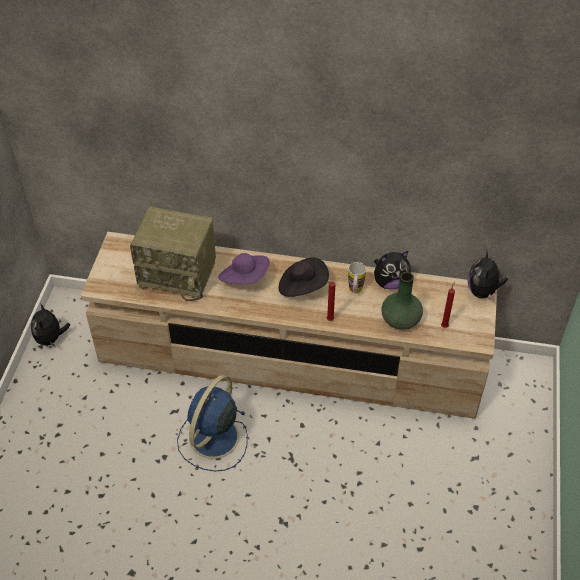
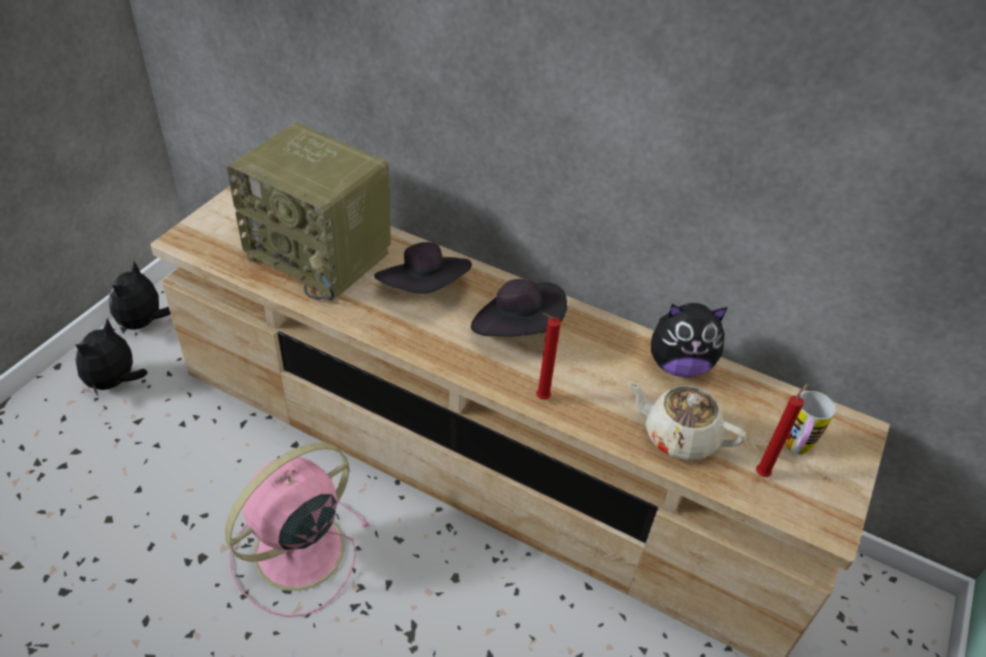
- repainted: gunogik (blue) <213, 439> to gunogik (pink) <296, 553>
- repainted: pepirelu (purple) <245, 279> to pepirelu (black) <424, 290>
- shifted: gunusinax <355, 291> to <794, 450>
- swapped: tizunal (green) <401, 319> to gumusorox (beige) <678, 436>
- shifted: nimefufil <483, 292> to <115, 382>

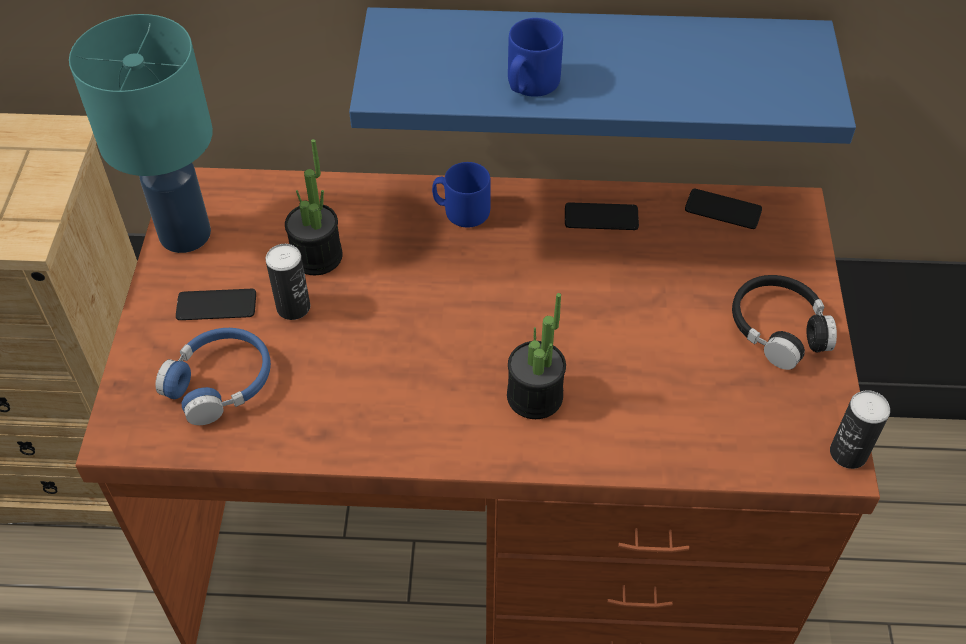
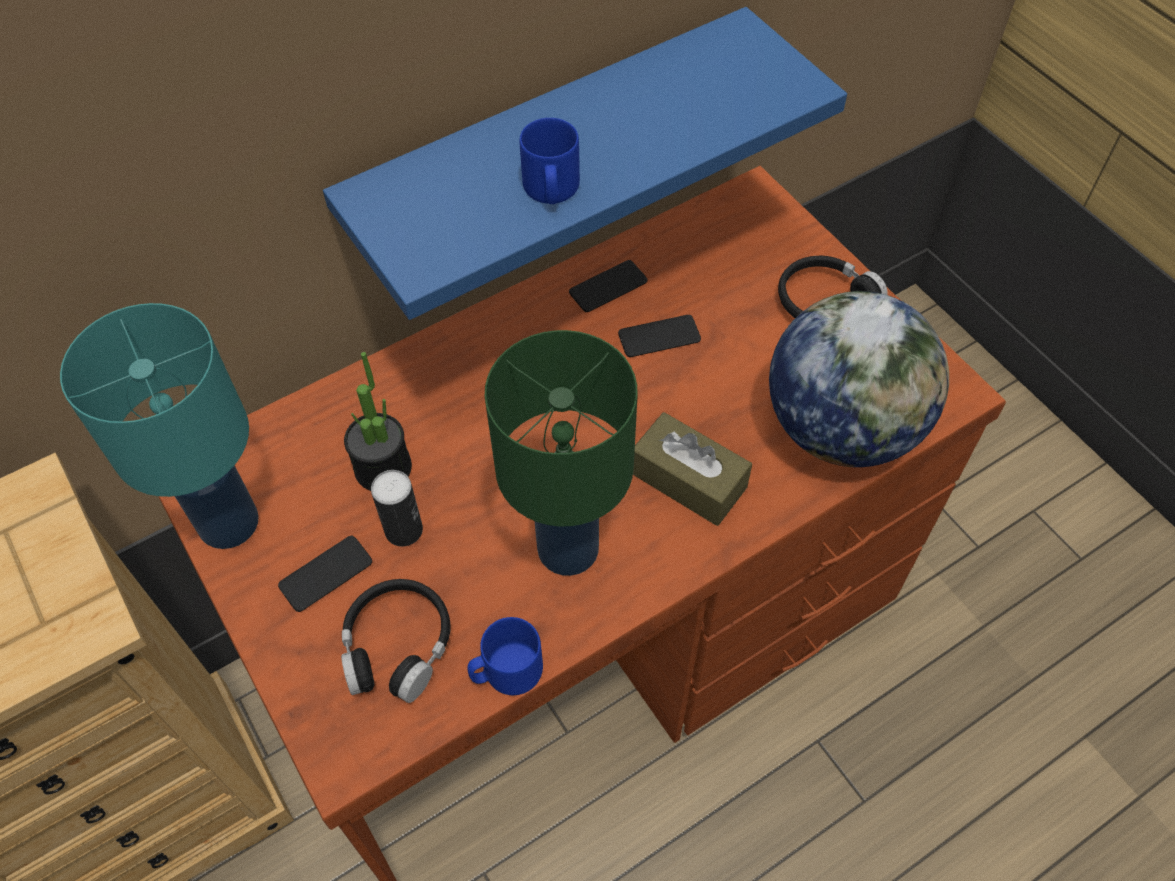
- repainted: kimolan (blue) <220, 383> to kimolan (black) <397, 646>
- shifted: gunusinax (blue) <461, 211> to <506, 672>
- swapped: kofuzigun <534, 396> to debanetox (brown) <688, 480>
- shifted: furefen <723, 210> to <659, 337>
- gone: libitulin <848, 453>
- new: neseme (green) <568, 550>
- new: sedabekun <841, 428>

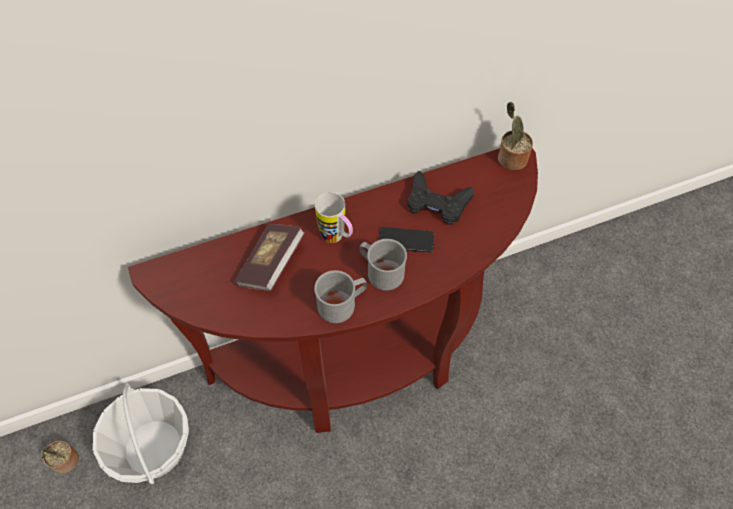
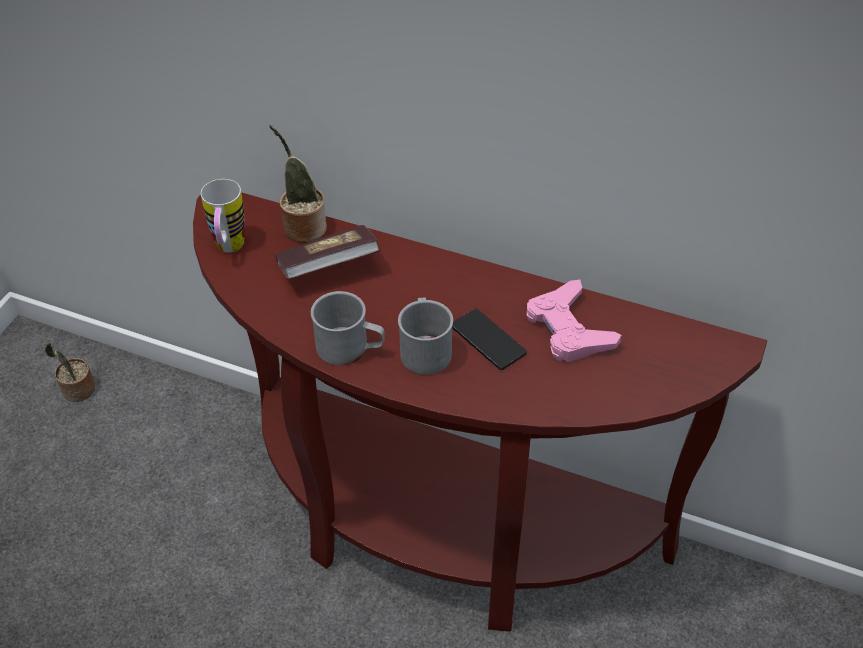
- gone: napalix <154, 448>
- shifted: gunusinax <337, 239> to <229, 250>
- repainted: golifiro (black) <437, 203> to golifiro (pink) <568, 329>
- shifted: kofuzigun <510, 159> to <302, 227>

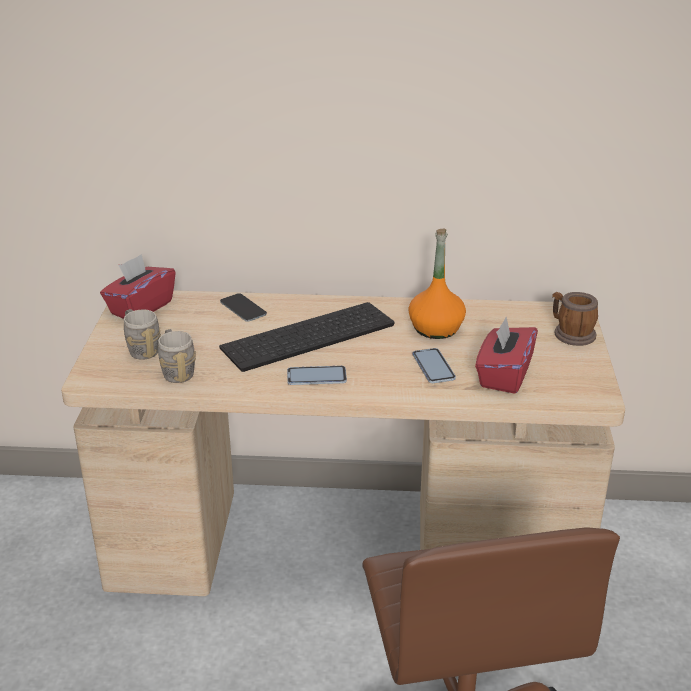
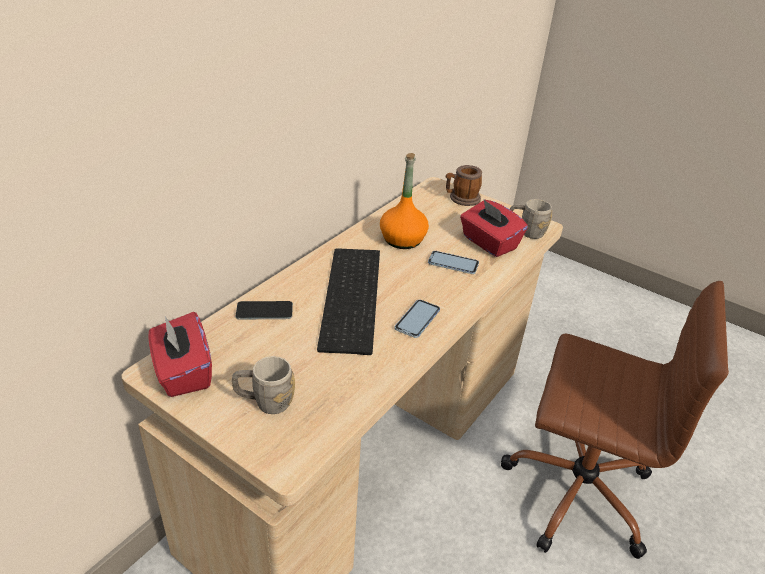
- shifted: gunusinax (grey) <176, 371> to <526, 232>

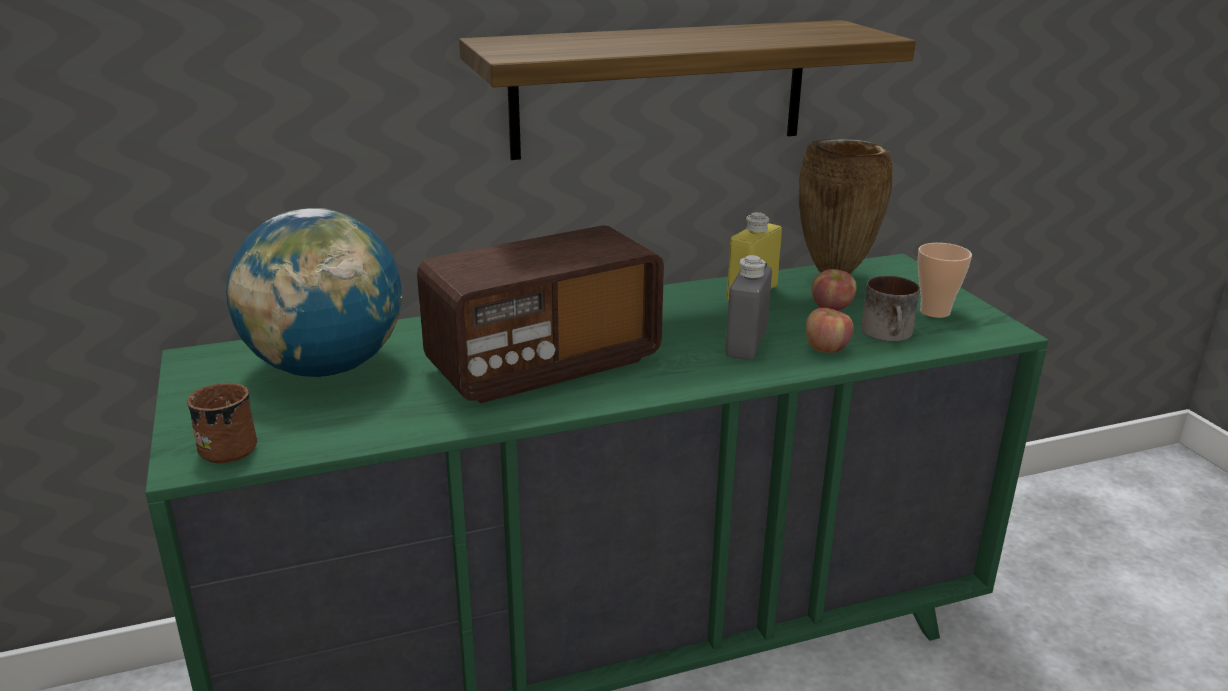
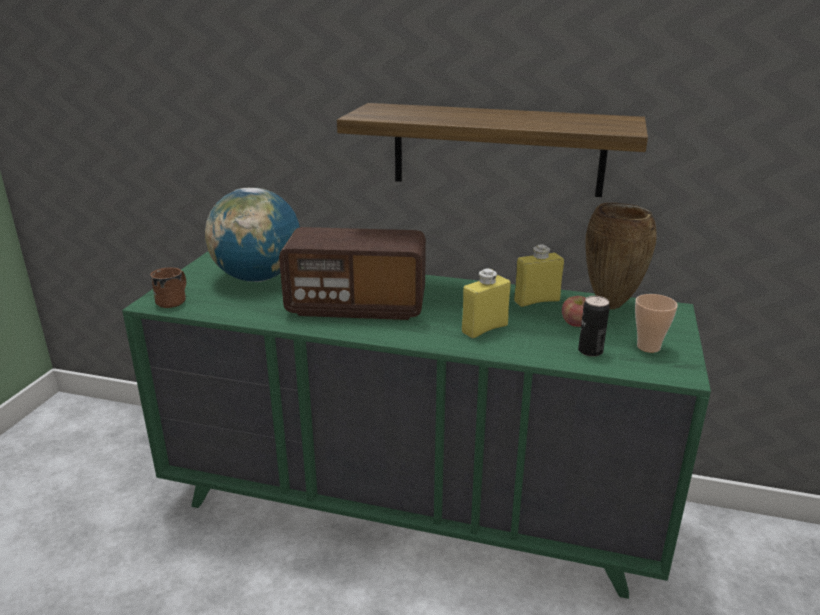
- repainted: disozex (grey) <746, 344> to disozex (yellow) <484, 329>
- gone: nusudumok <826, 349>
- swapped: gunusinax <890, 334> to libitulin <590, 351>

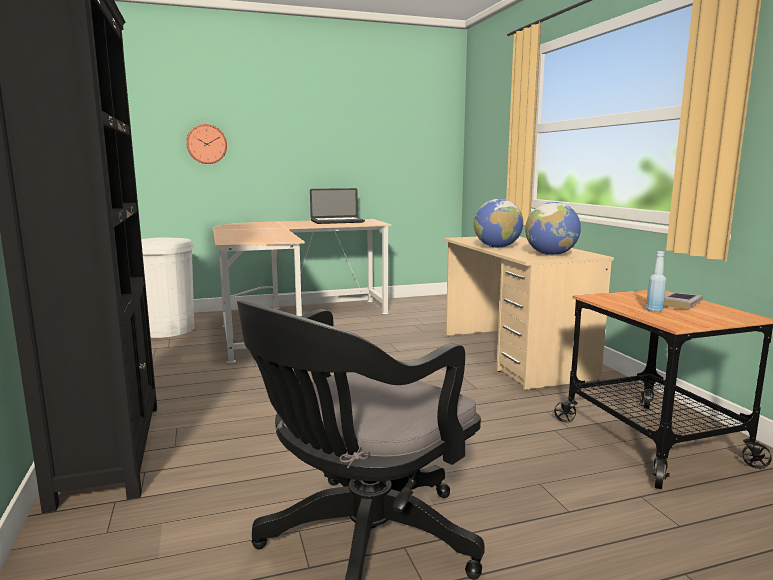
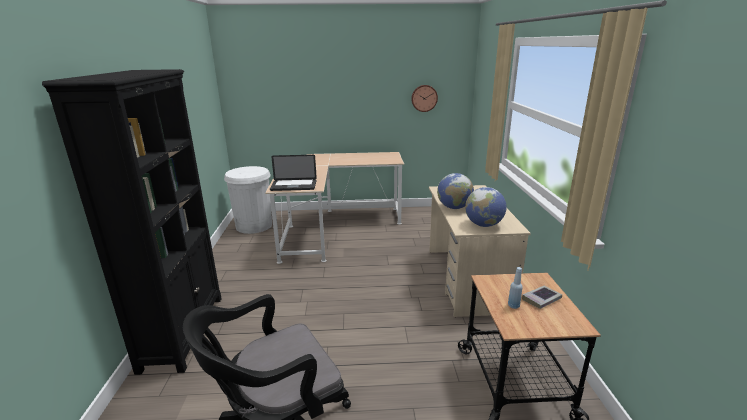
- shifted: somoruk <206, 144> to <424, 98>
- shifted: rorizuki <337, 222> to <294, 186>

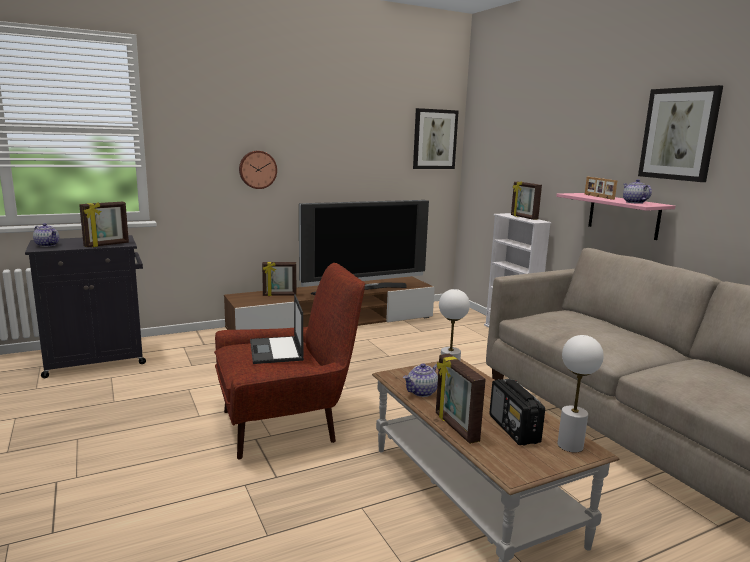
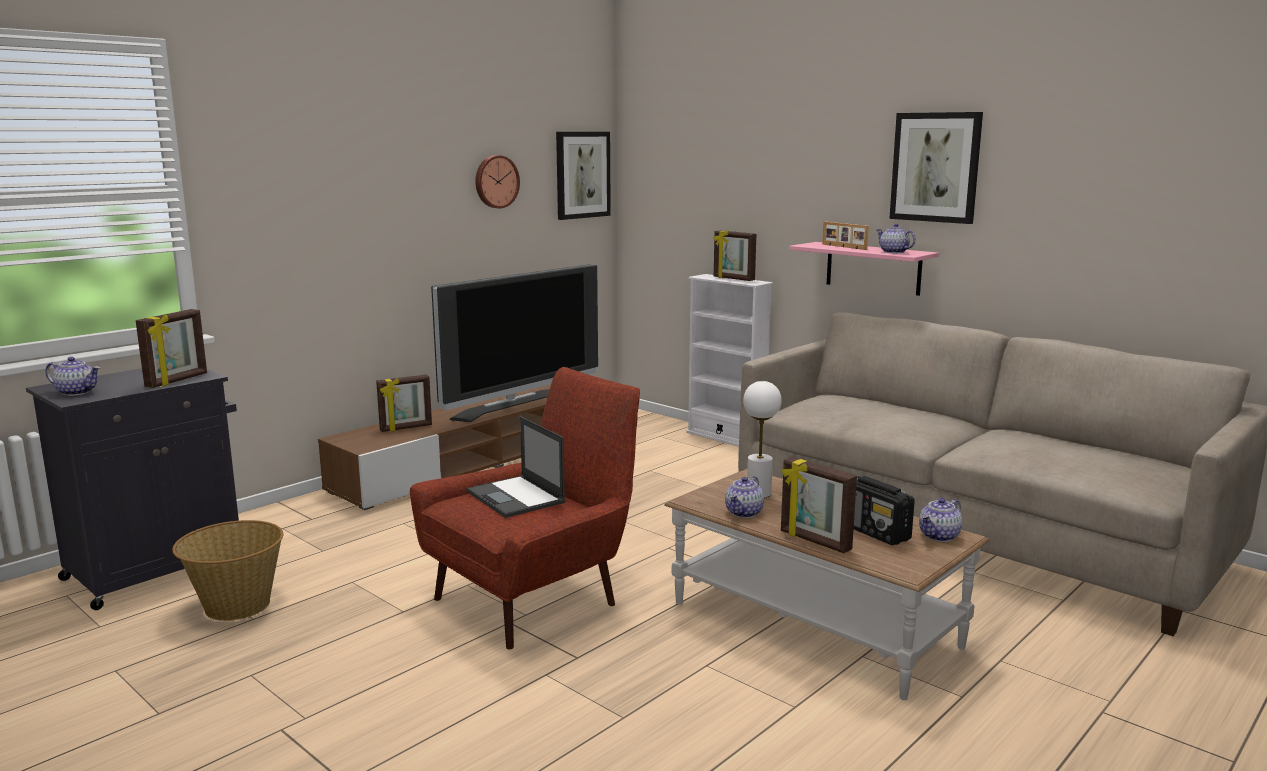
- shifted: somoruk <257, 169> to <495, 181>
- swapped: neseme (white) <570, 446> to gumusorox <939, 536>
- new: napalix <236, 606>

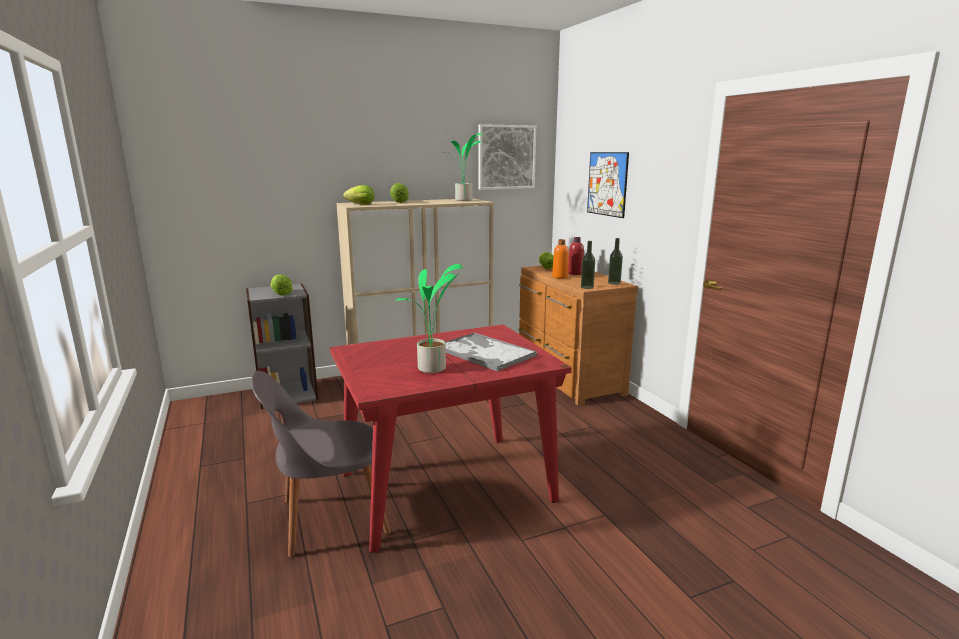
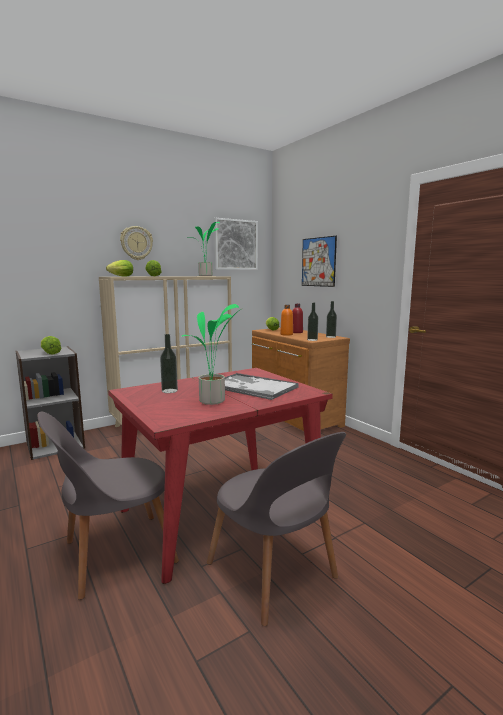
- new: somoruk <136, 243>
- new: disozex <169, 391>
- new: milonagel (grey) <274, 574>

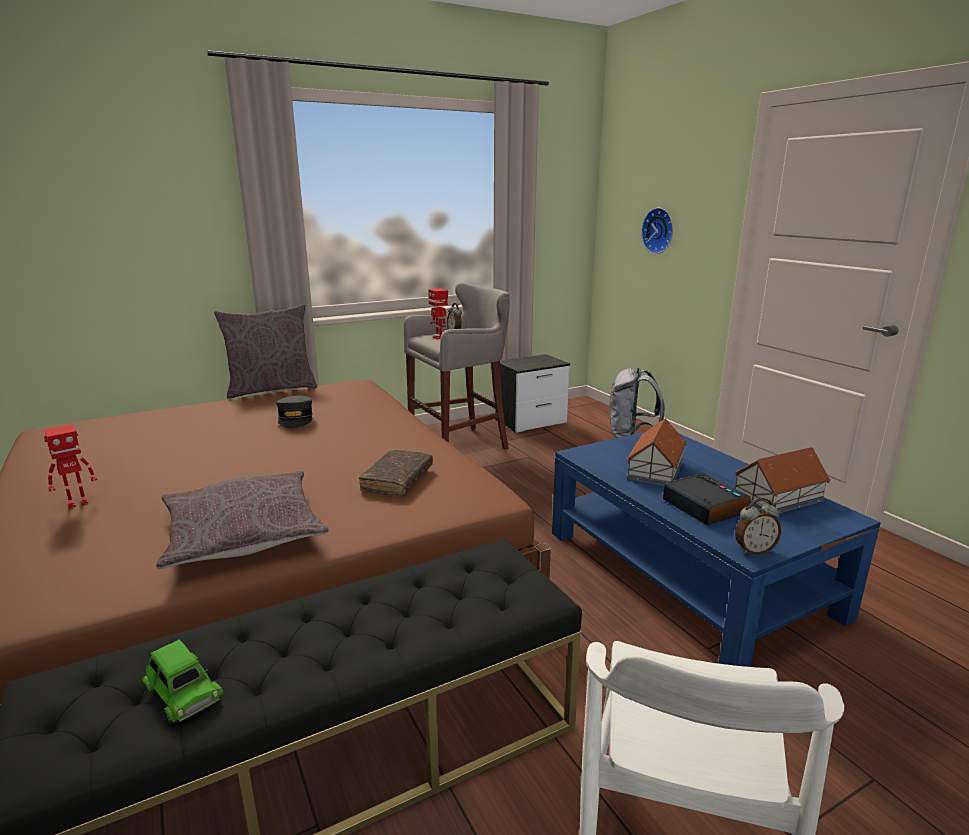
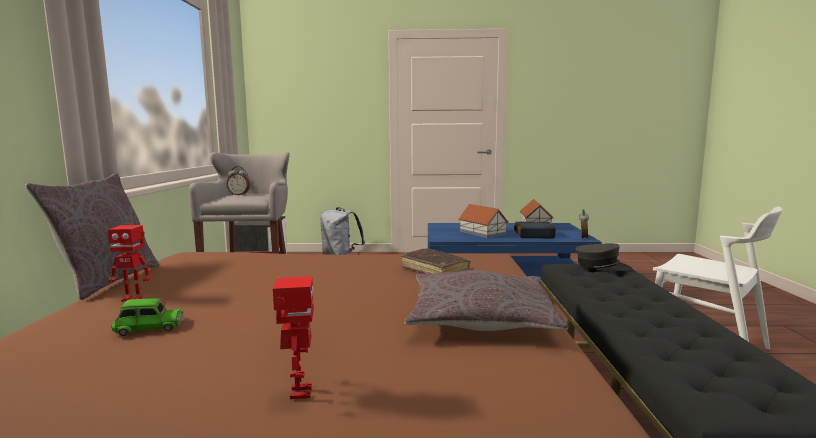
- shifted: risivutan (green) <182, 691> to <148, 327>
- shifted: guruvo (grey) <295, 419> to <601, 266>
- shifted: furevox <439, 338> to <133, 299>
- gone: somoruk <659, 230>

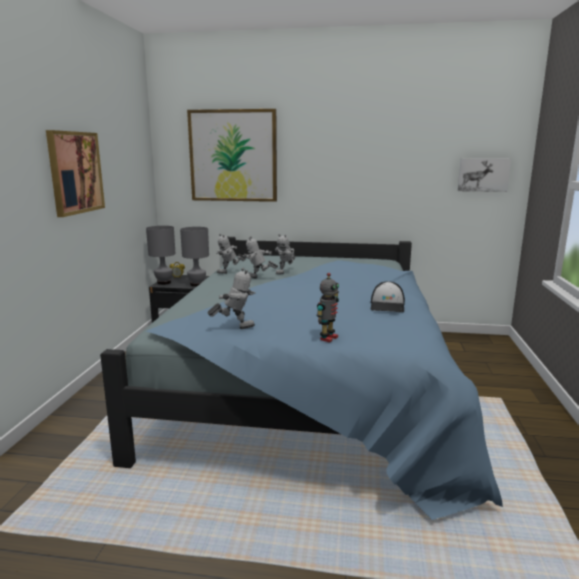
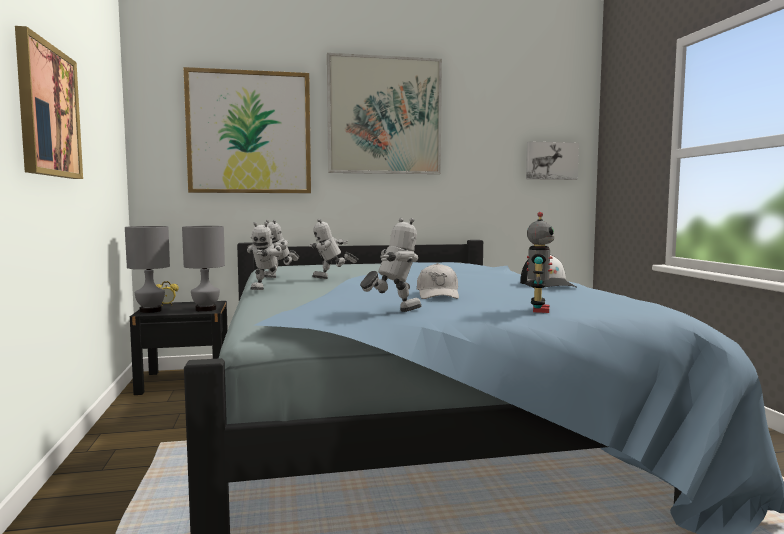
- shifted: furevox <286, 273> to <266, 289>
- new: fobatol <384, 116>
- new: guruvo (white) <438, 295>

